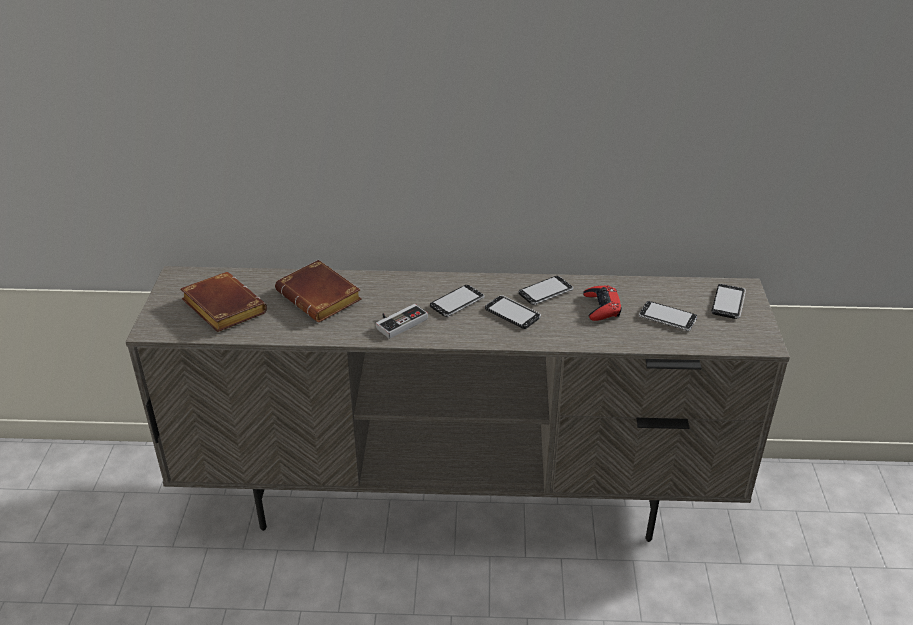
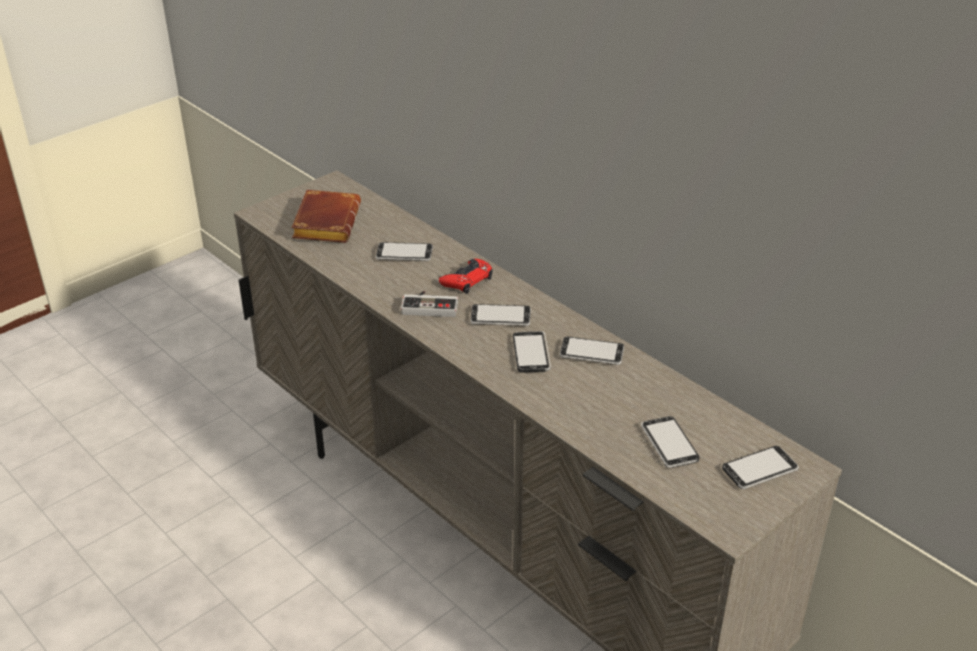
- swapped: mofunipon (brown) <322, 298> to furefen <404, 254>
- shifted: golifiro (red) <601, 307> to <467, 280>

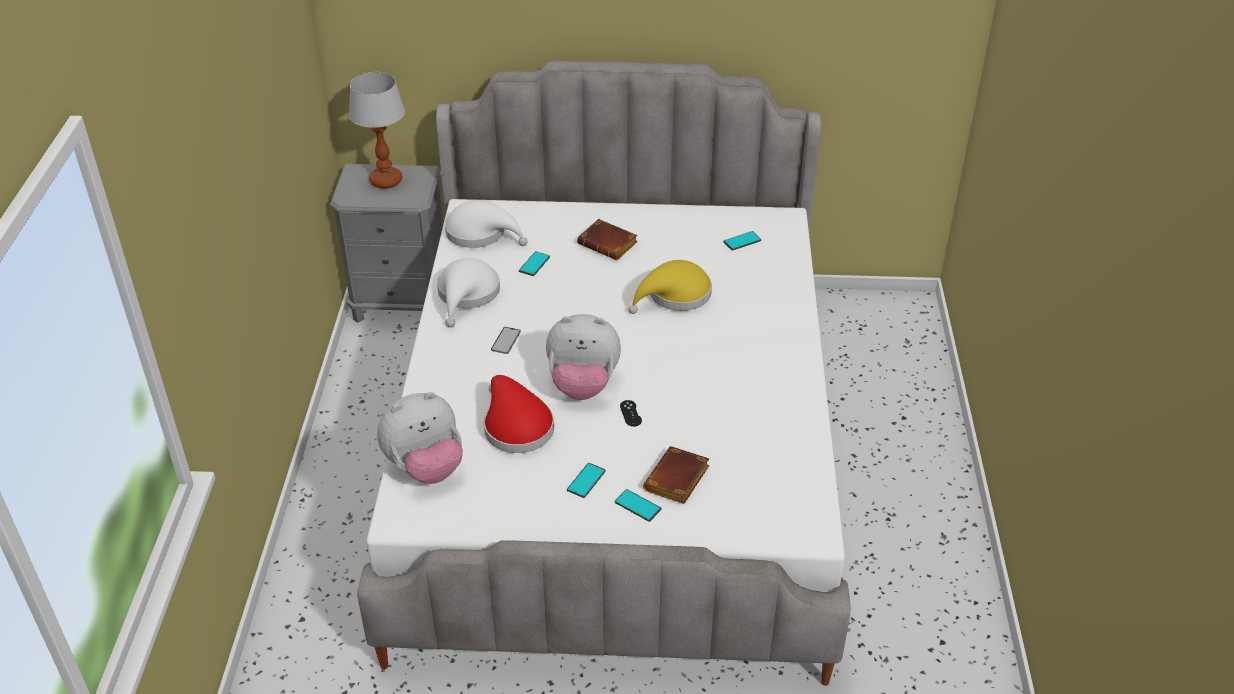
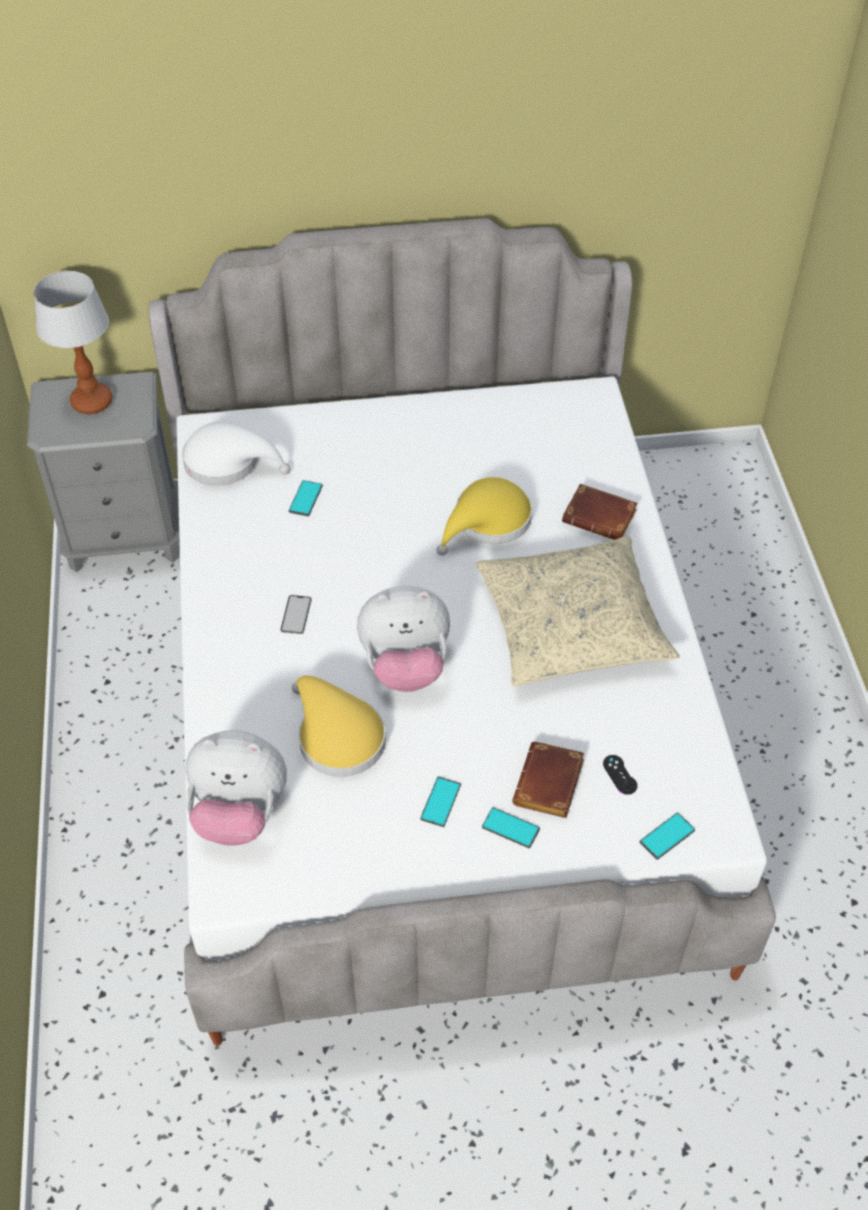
- rotated: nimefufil <425, 467> = <239, 813> 45 degrees clockwise
- gone: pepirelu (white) <467, 295>
- repainted: pepirelu (red) <516, 426> to pepirelu (yellow) <337, 736>
- shifted: mofunipon (brown) <609, 244> to <601, 517>
- shifted: golifiro (black) <630, 413> to <620, 775>
- shifted: furefen <742, 241> to <667, 836>
- new: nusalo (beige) <572, 625>

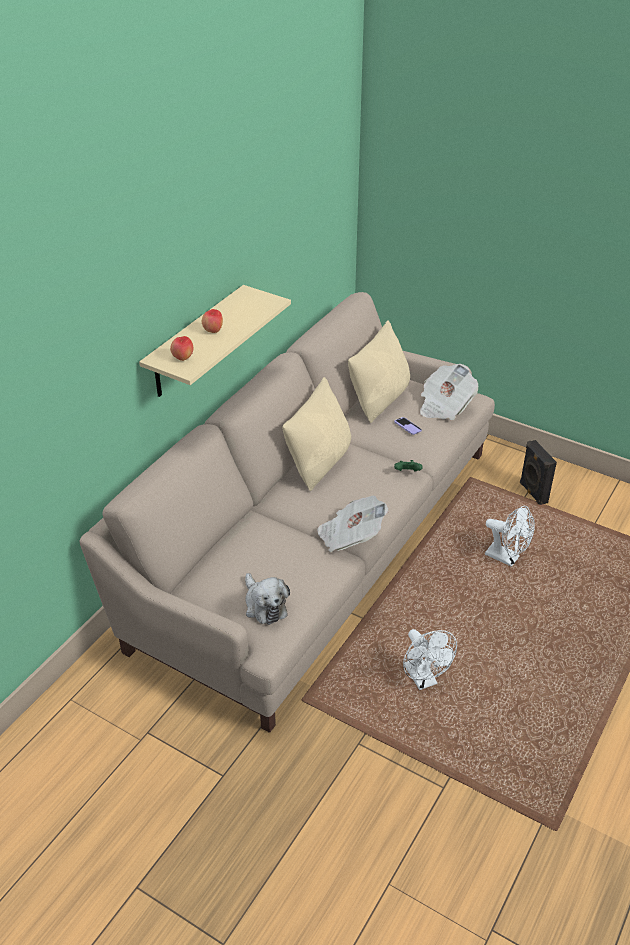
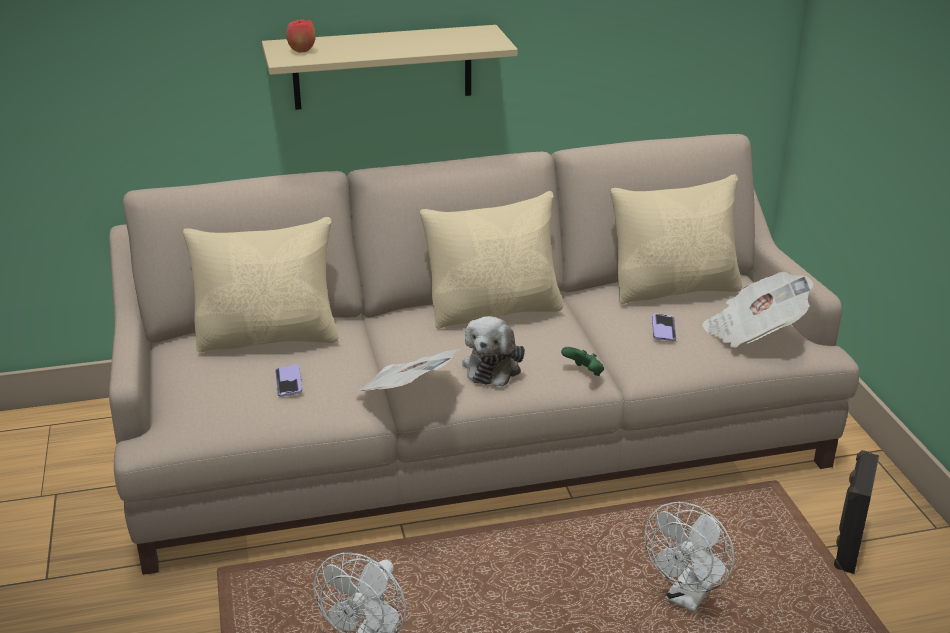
- gone: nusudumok <213, 331>
- shifted: nimefufil <264, 605> to <493, 366>
- rotated: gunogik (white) <507, 558> = <687, 597> 45 degrees clockwise
- new: nusalo (beige) <269, 337>
- new: furefen <288, 382>

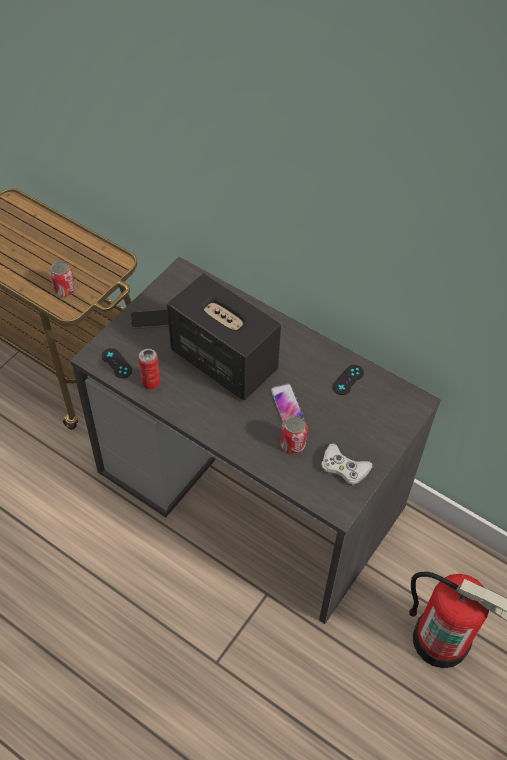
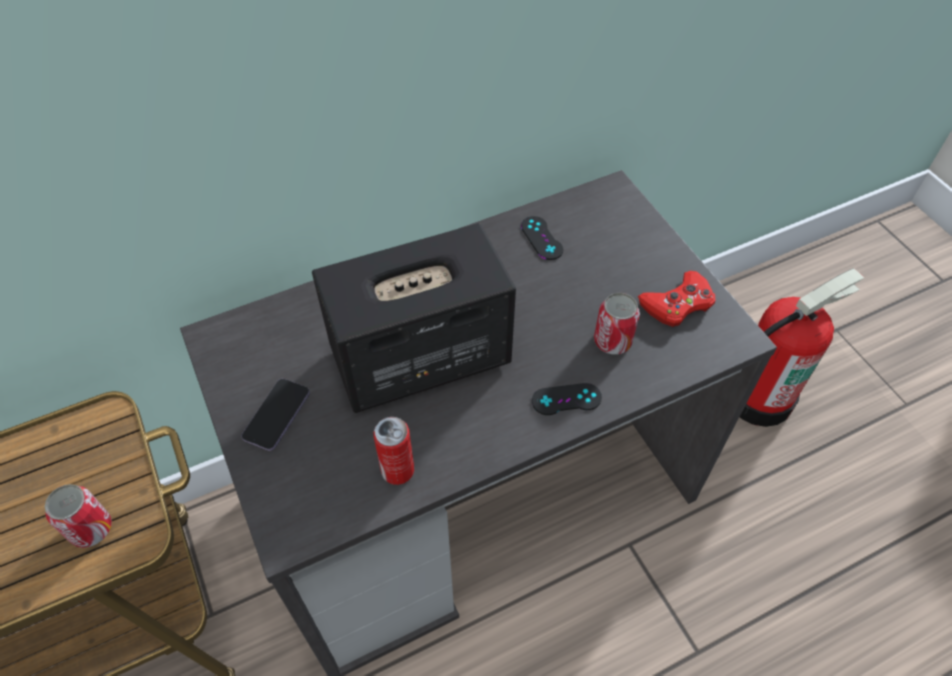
- shifted: golifiro (black) <116, 363> to <566, 399>
- gone: furefen <286, 404>
- repainted: golifiro (white) <344, 468> to golifiro (red) <677, 304>

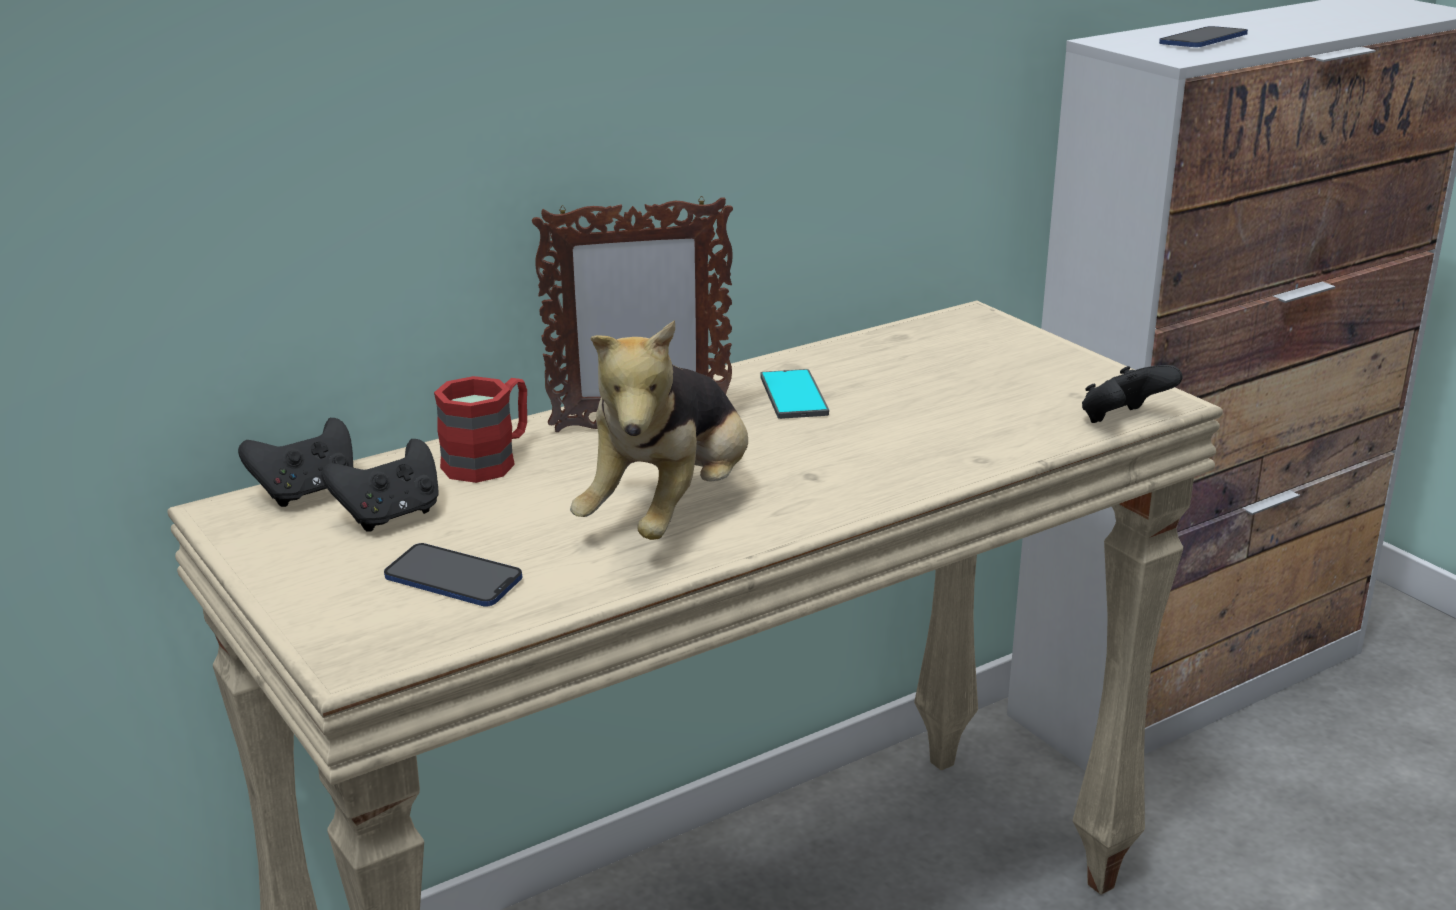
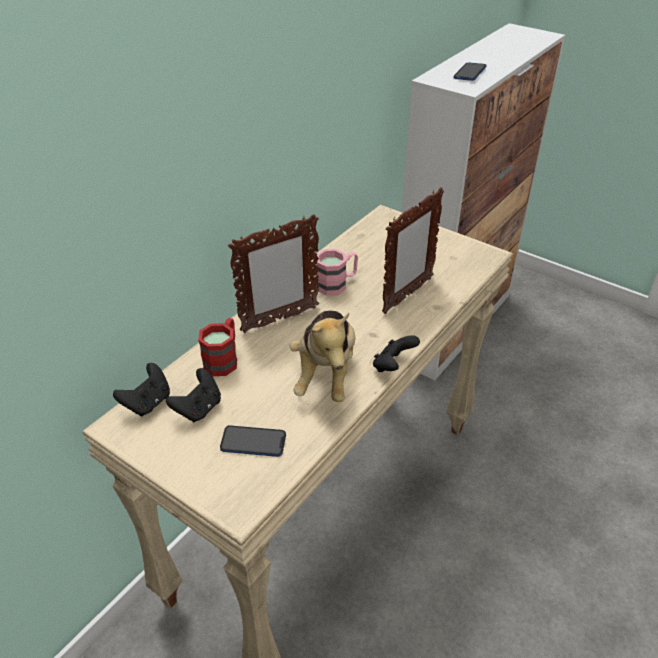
- swapped: furefen <794, 396> to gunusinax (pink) <337, 284>
- shifted: golifiro (black) <1123, 421> to <393, 366>
- new: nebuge <407, 295>

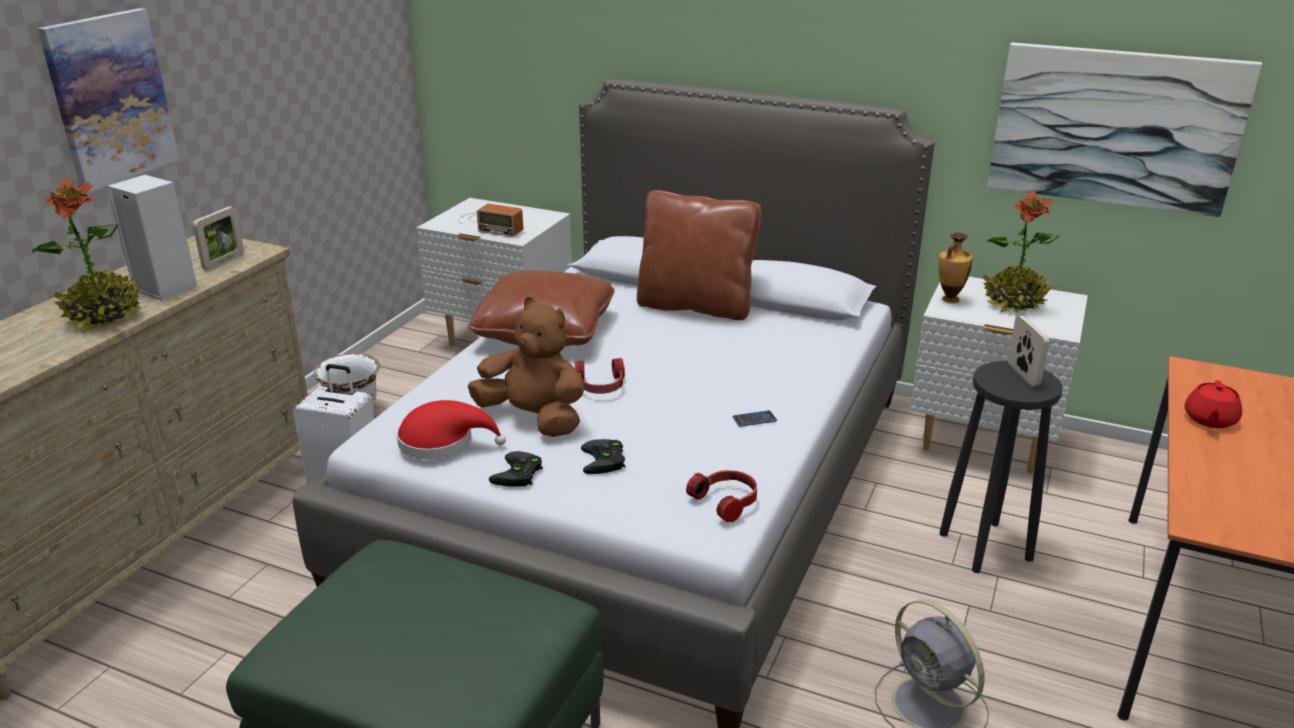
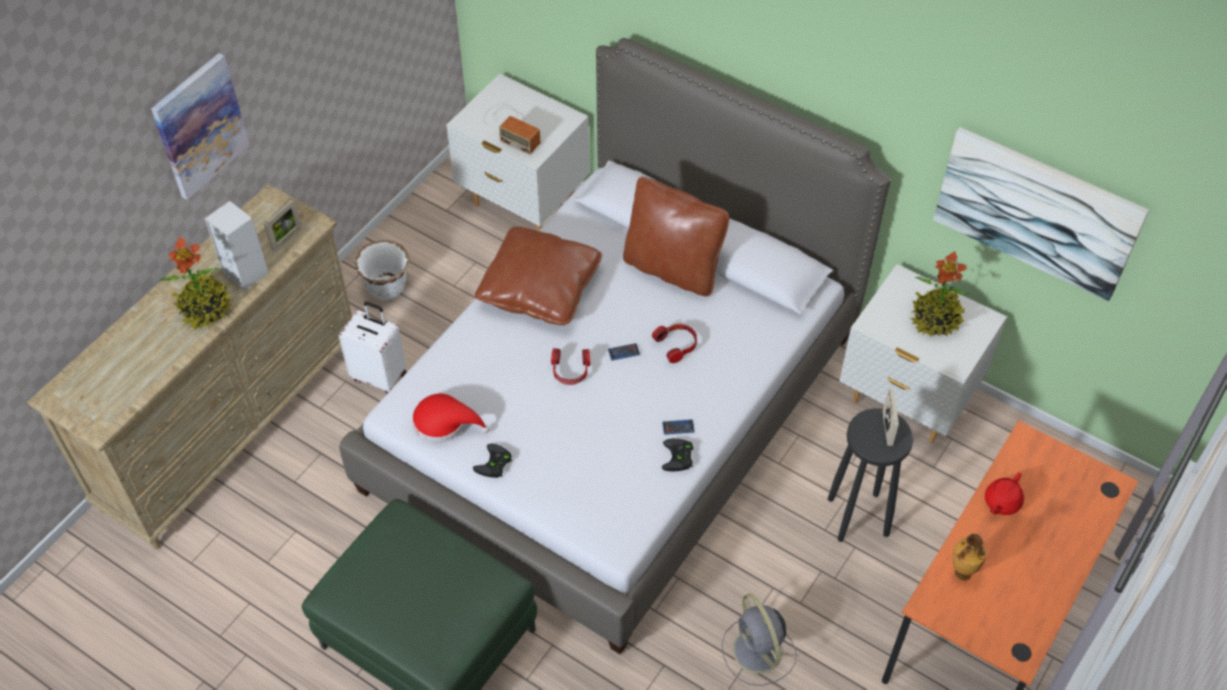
- gone: nimefufil (brown) <534, 418>
- shifted: golifiro (black) <605, 461> to <679, 458>
- shifted: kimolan <726, 501> to <677, 345>
- shifted: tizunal <949, 300> to <961, 574>
- new: furefen <624, 352>

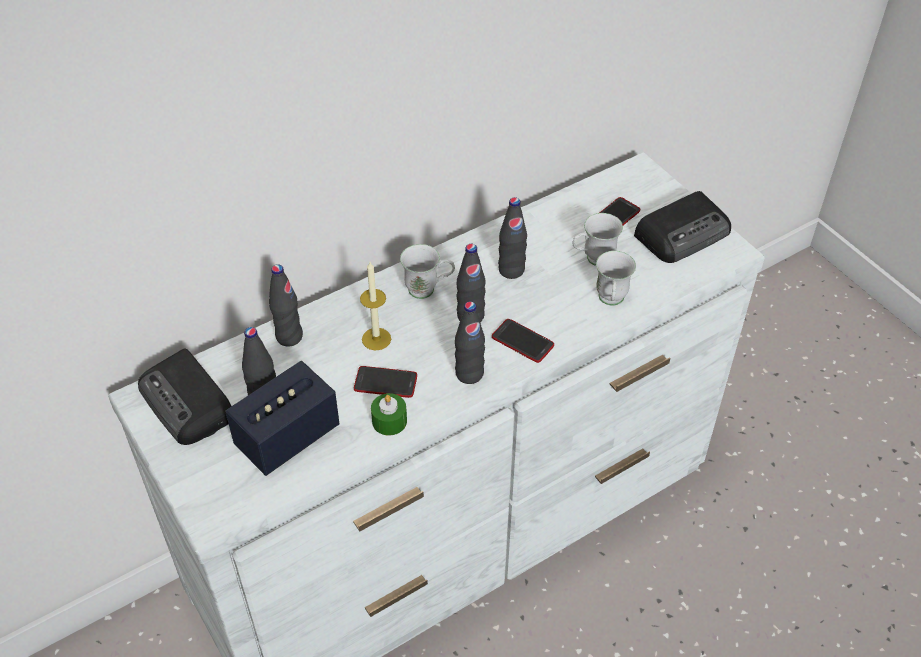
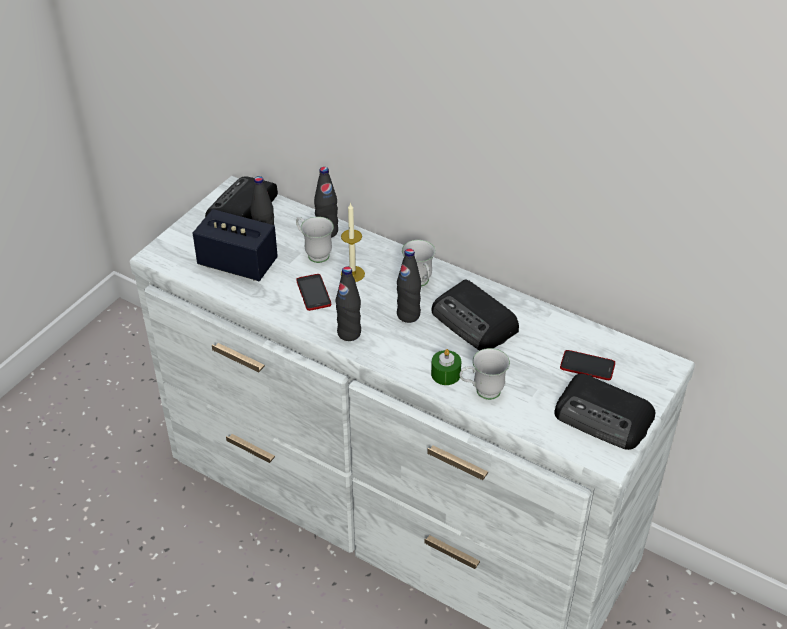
- shifted: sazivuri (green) <389, 421> to <445, 374>
- gone: furefen <522, 341>
- swapped: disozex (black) <511, 270> to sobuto <475, 322>
- shifted: gunusinax (white) <593, 260> to <314, 253>

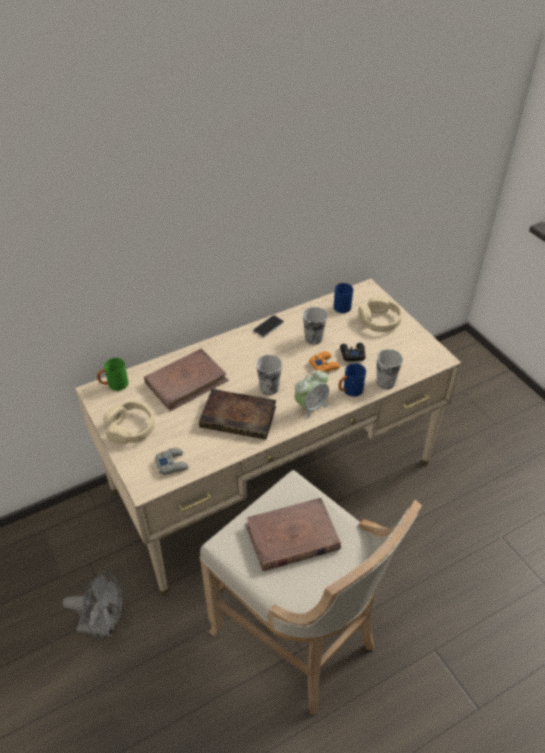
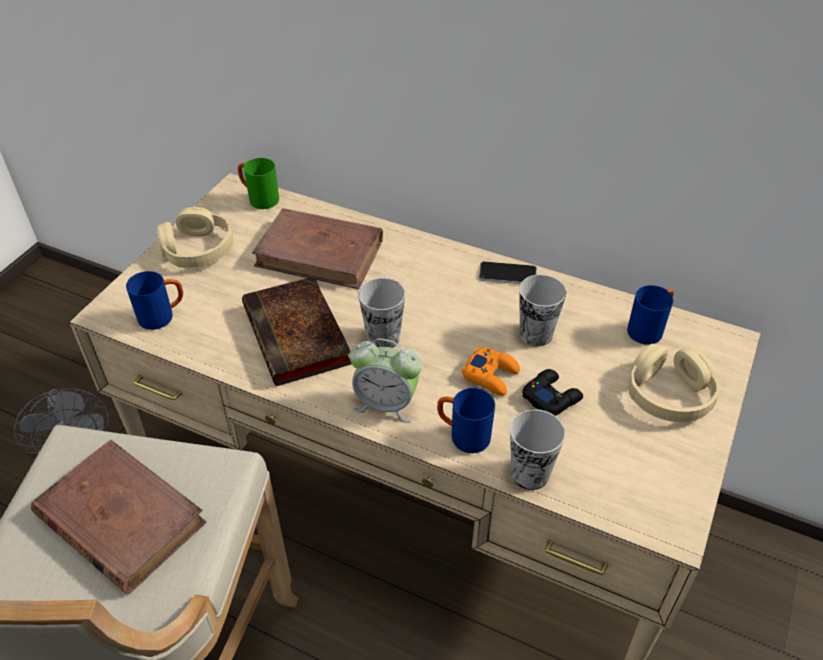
- swapped: golifiro (grey) <172, 464> to gunusinax (blue) <163, 316>

